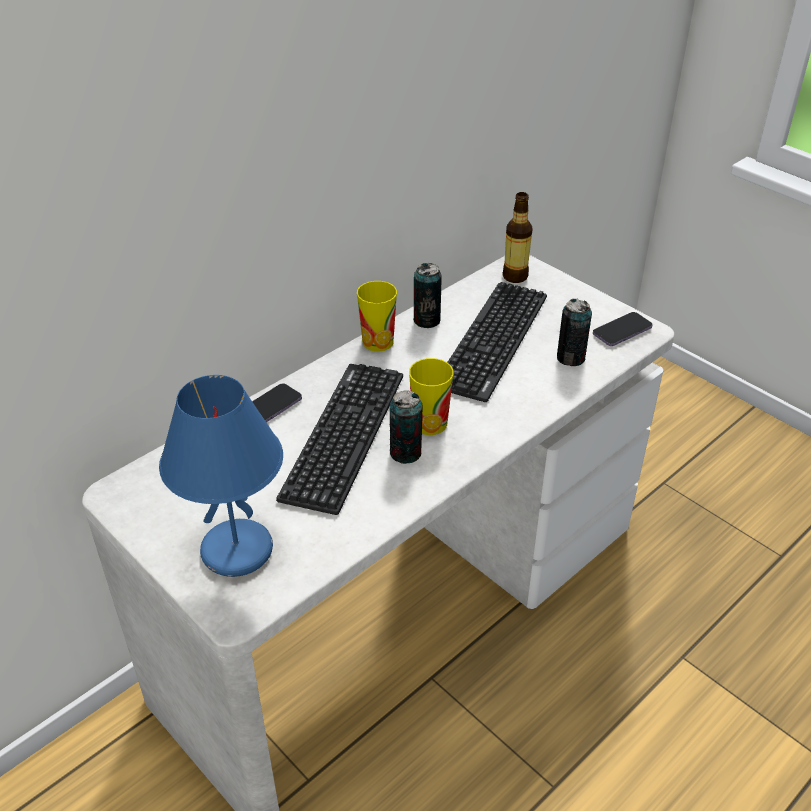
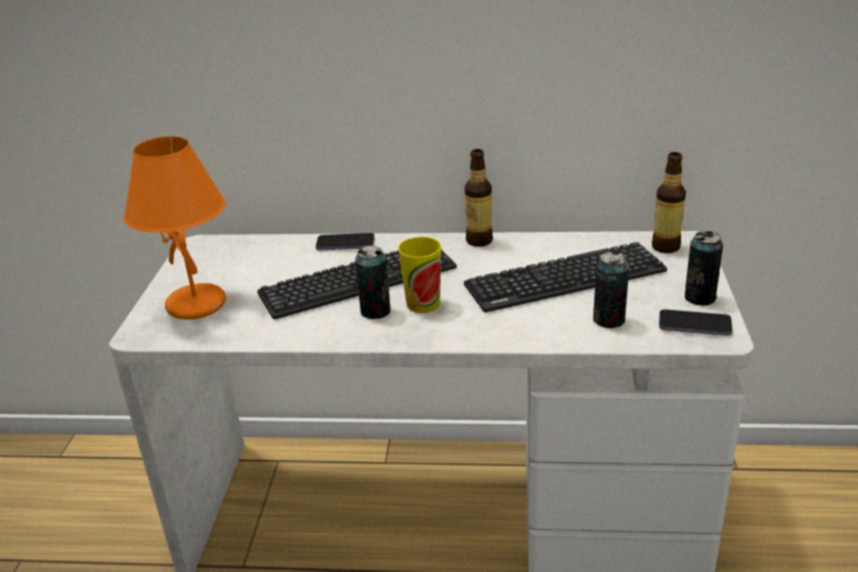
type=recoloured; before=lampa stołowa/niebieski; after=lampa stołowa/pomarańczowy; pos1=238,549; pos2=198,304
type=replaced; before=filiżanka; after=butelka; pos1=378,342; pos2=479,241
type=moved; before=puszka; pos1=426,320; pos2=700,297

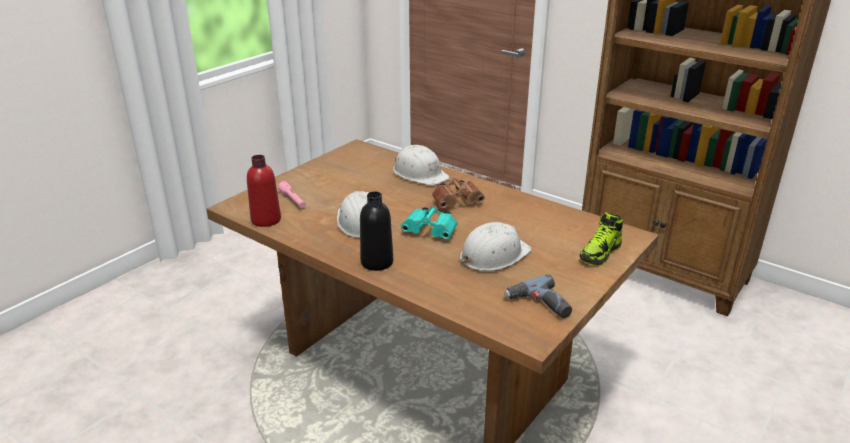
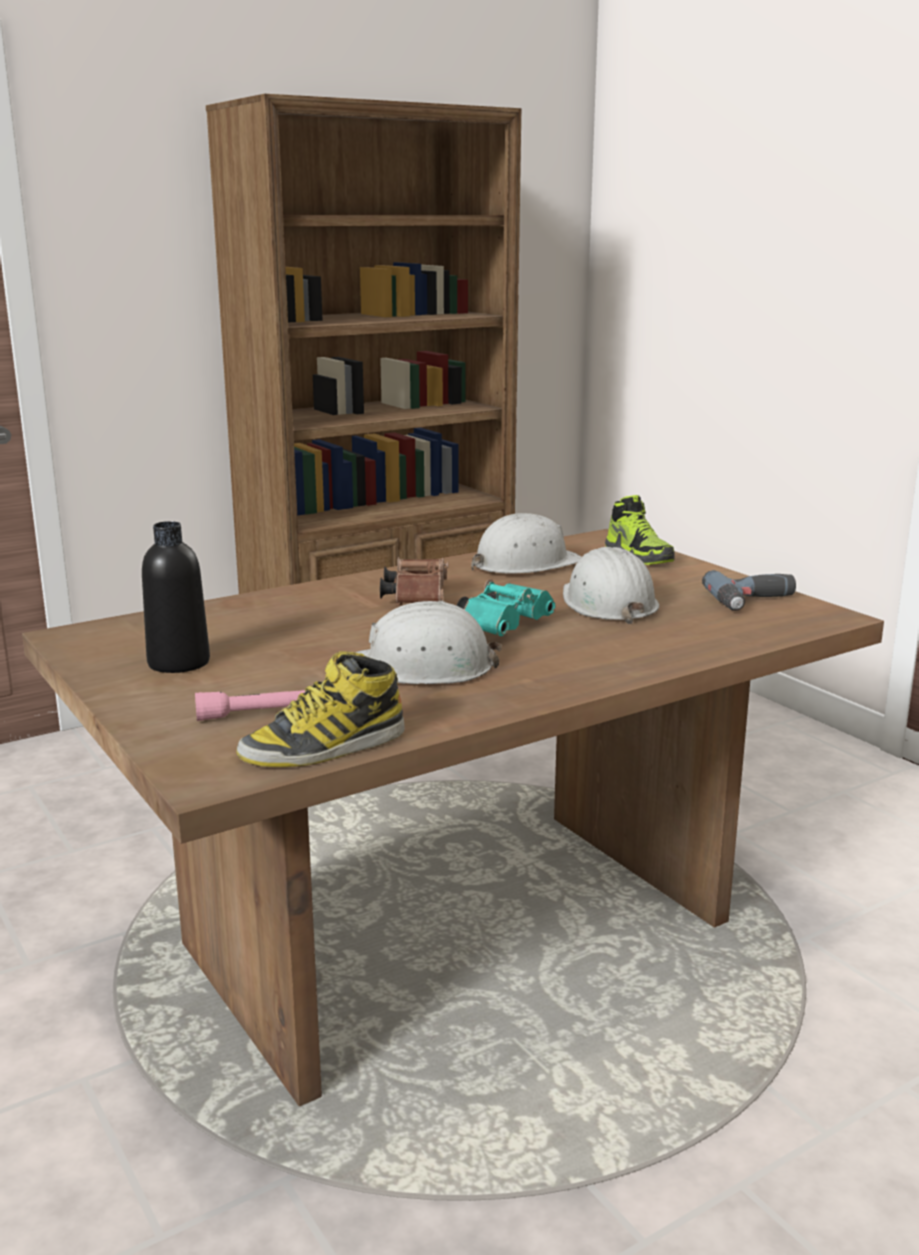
type=moved; before=butelka/czarny; pos1=377,262; pos2=179,663
type=replaced; before=butelka/czerwony; after=but z cholewką; pos1=266,220; pos2=324,747
type=moved; before=kask/biały; pos1=420,173; pos2=525,564

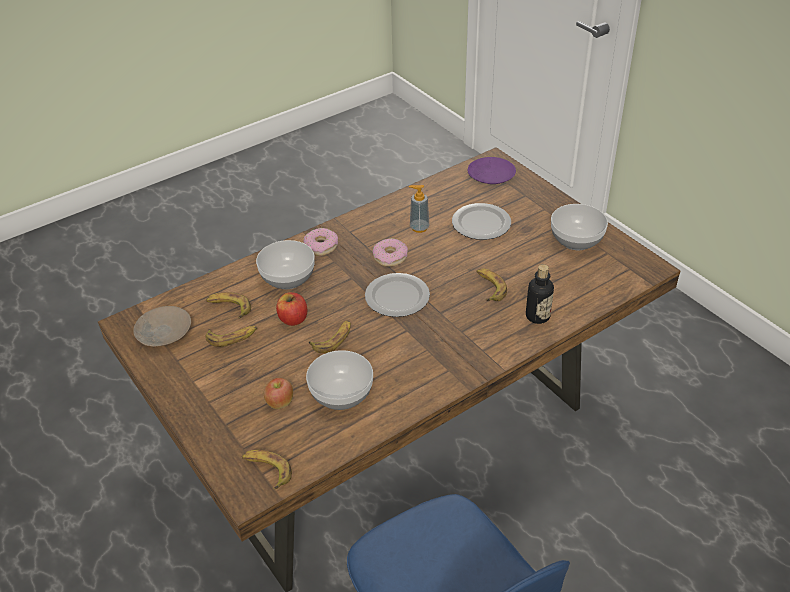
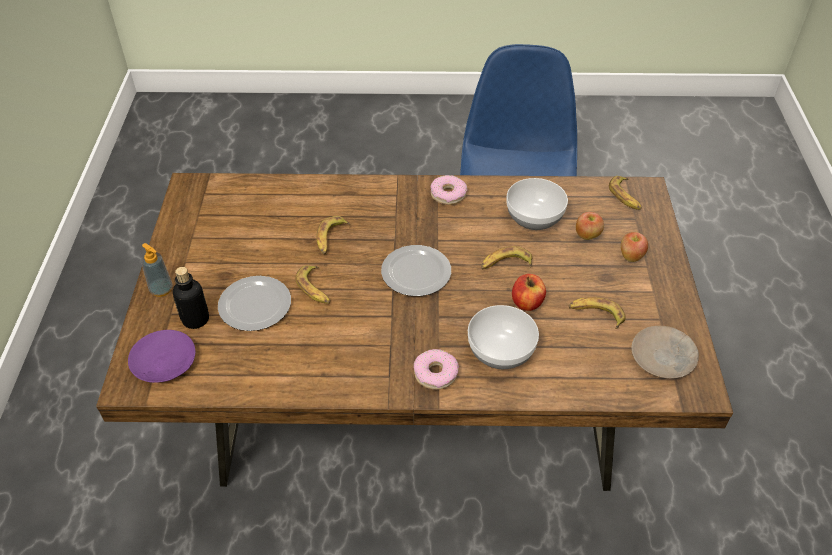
type=moved; before=dozownik mydła; pos1=419,228; pos2=161,289
type=moved; before=butelka; pos1=537,316; pos2=195,319
type=moved; before=banan; pos1=229,307; pos2=315,289
type=moved; before=donut; pos1=390,257; pos2=448,194
type=added; after=jabłko; pos2=630,256
type=removed; before=miska; pos1=576,240

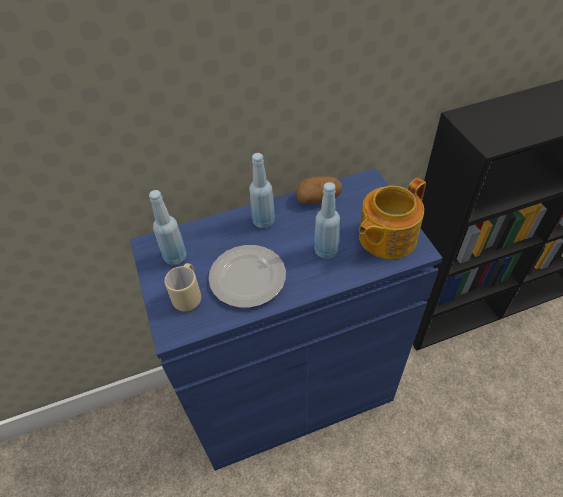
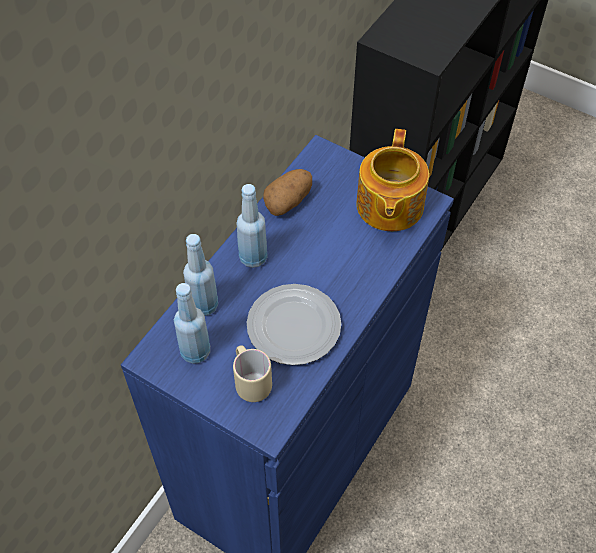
type=moved; before=butelka/niebieski; pos1=326,250; pos2=203,305

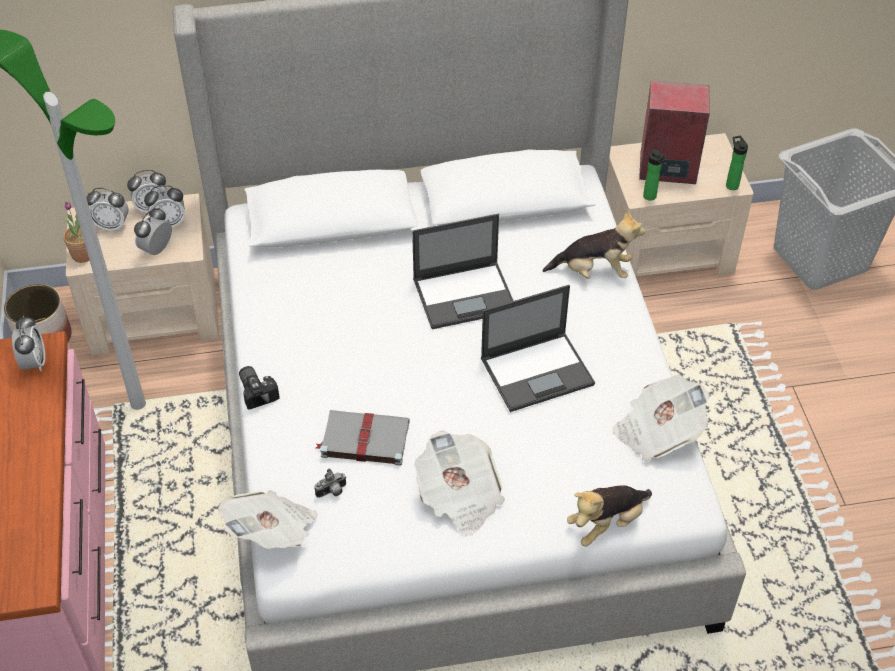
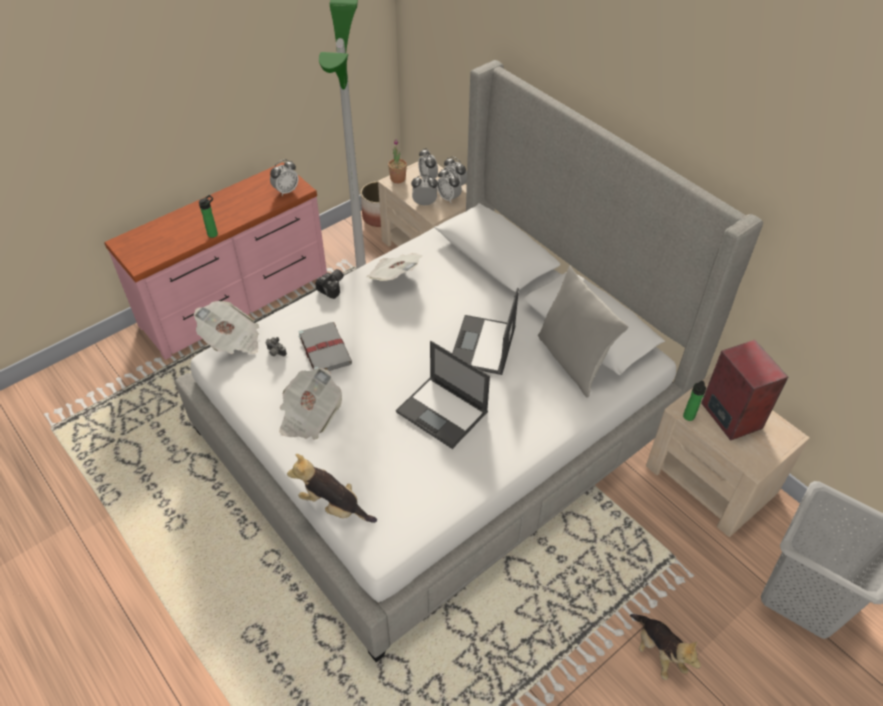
type=moved; before=butelka; pos1=731,184; pos2=214,233
type=moved; before=gazeta; pos1=657,432; pos2=394,277
type=turned; before=laptop; pos1=465,295; pos2=483,346; turn=60
type=added; after=poduszka/szary; pos2=573,361
type=moved; before=pluszak; pos1=594,271; pos2=658,652

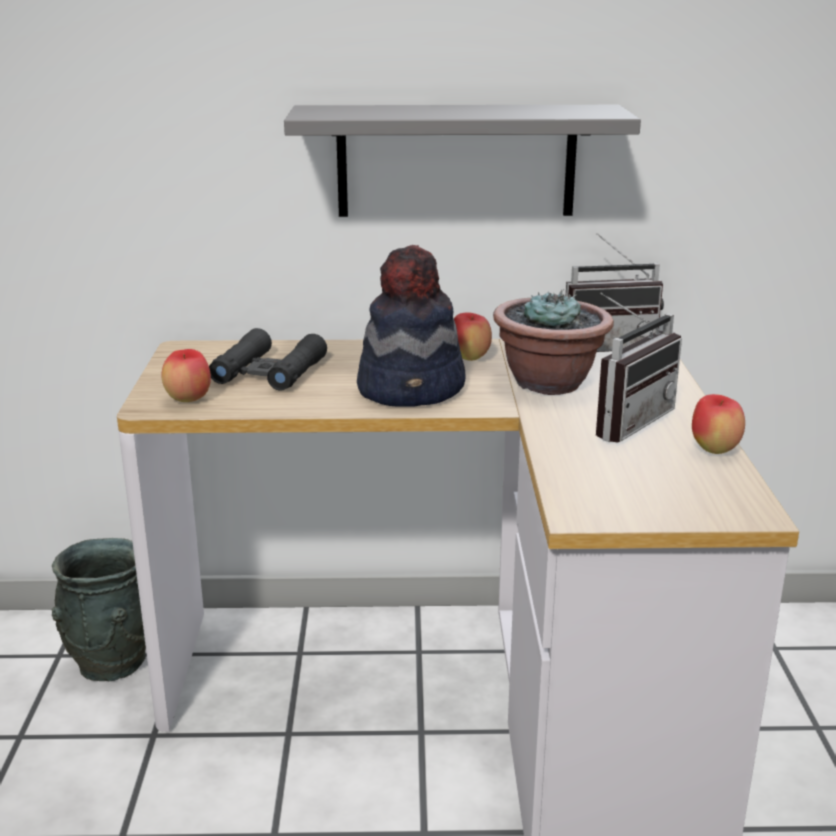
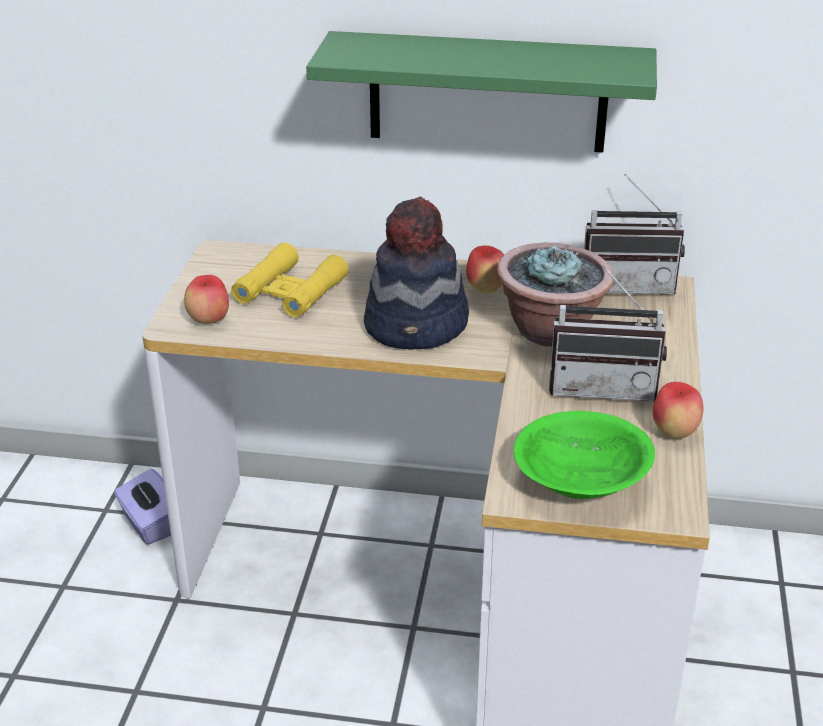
type=replaced; before=wazon/szary; after=pudełko chusteczek/fioletowy; pos1=112,663; pos2=150,524
type=recoloured; before=lornetka/czarny; after=lornetka/żółty; pos1=269,372; pos2=290,291
type=recoloured; before=półka/szary; after=półka/zielony; pos1=456,161; pos2=487,92
type=added; after=miska/zielony; pos2=581,482
type=turned; before=radio; pos1=624,421; pos2=603,387; turn=45

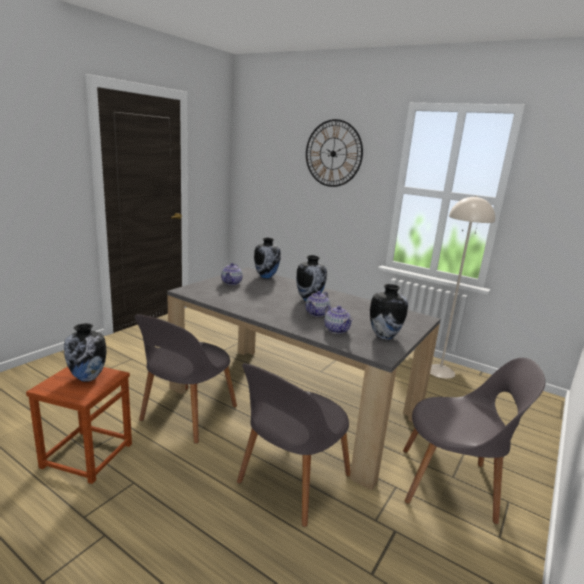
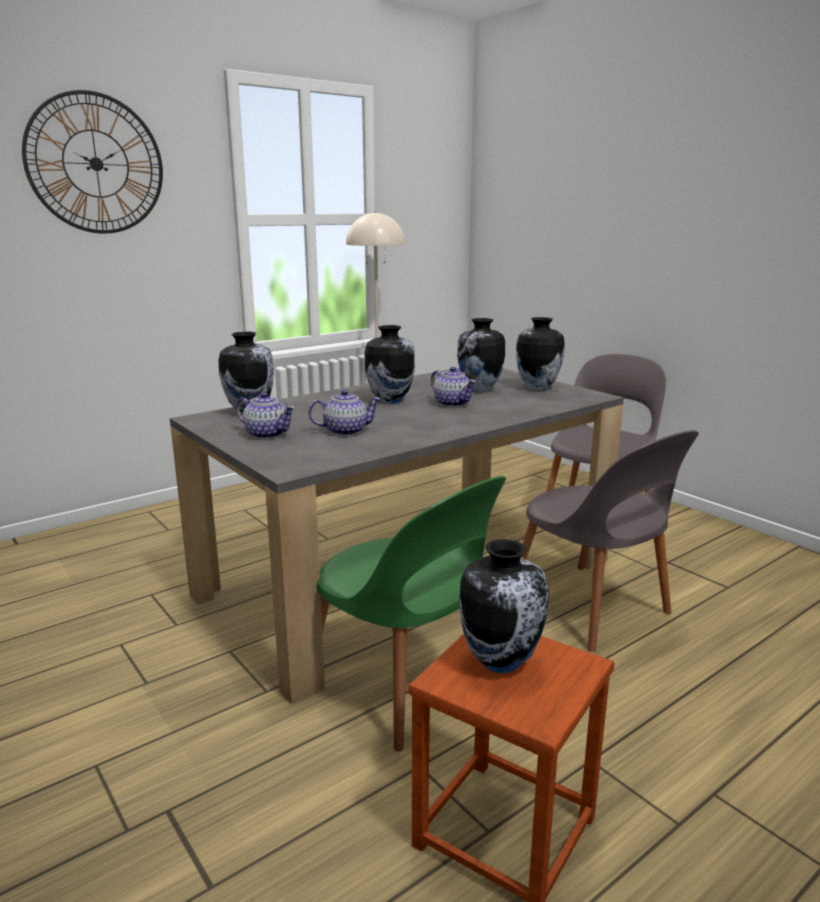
type=moved; before=imbryk; pos1=336,329; pos2=345,431
type=recoloured; before=krzesło/szary; after=krzesło/zielony; pos1=187,415; pos2=404,686
type=added; after=wazon; pos2=479,389

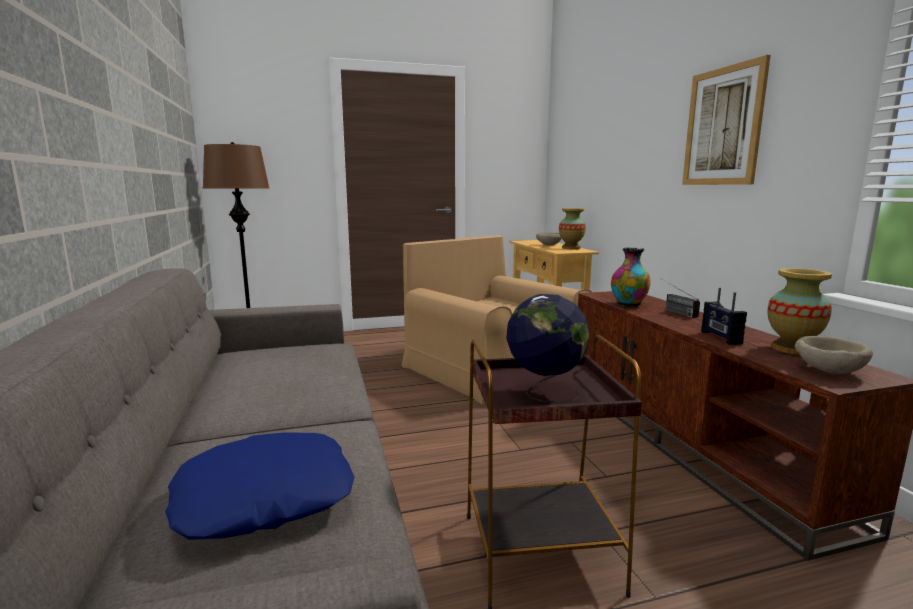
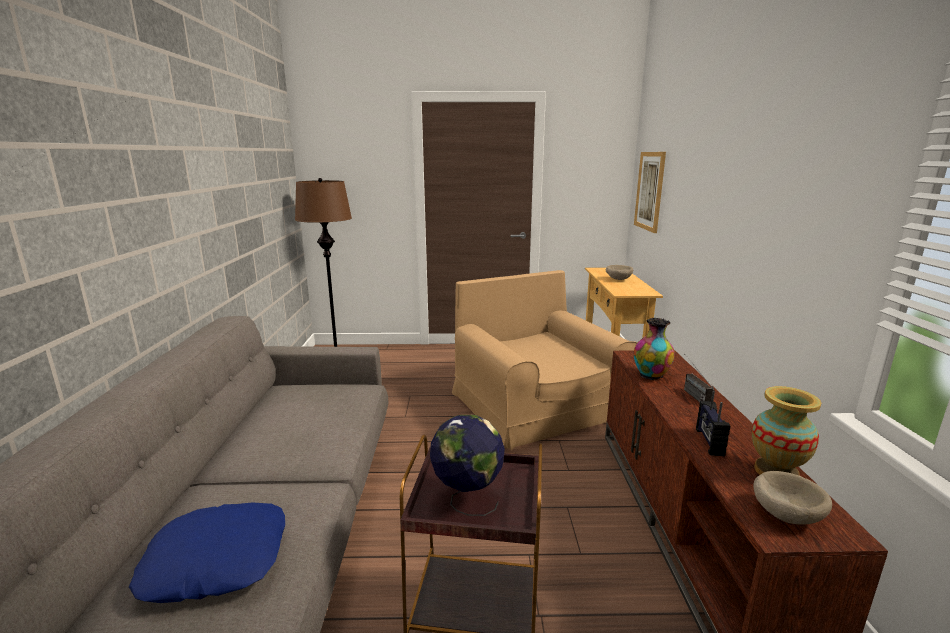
type=moved; before=obraz; pos1=723,127; pos2=649,191
type=removed; before=wazon; pos1=570,248

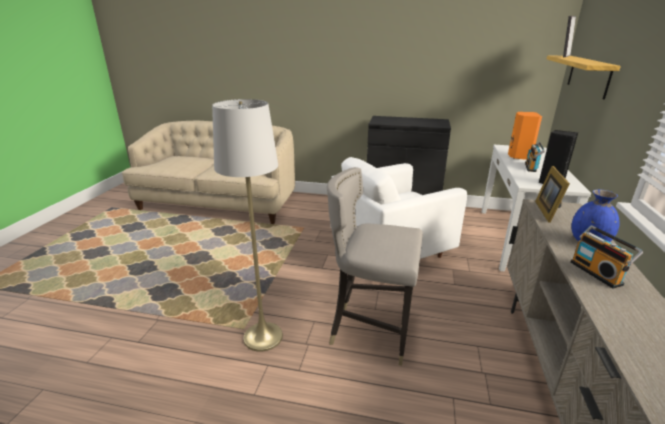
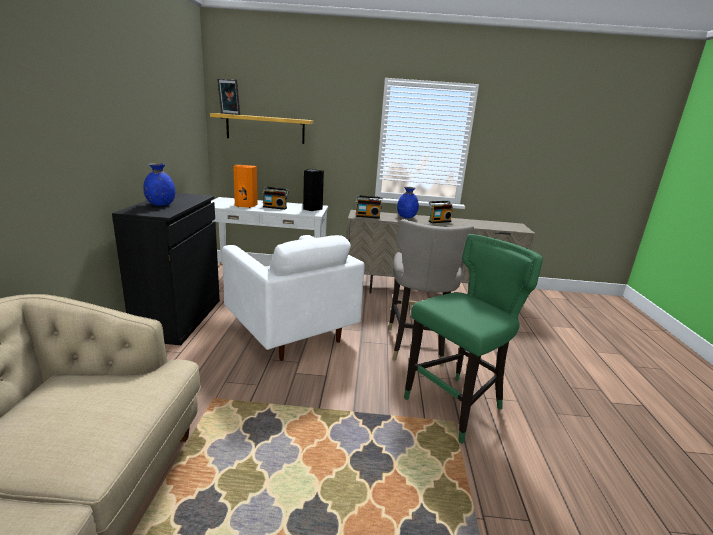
type=added; after=wazon/niebieski; pos2=160,204
type=replaced; before=ramka na zdjęcie; after=radio; pos1=548,211; pos2=368,216
type=replaced; before=lampa stojąca/szary; after=stołek/zielony; pos1=263,336; pos2=456,406

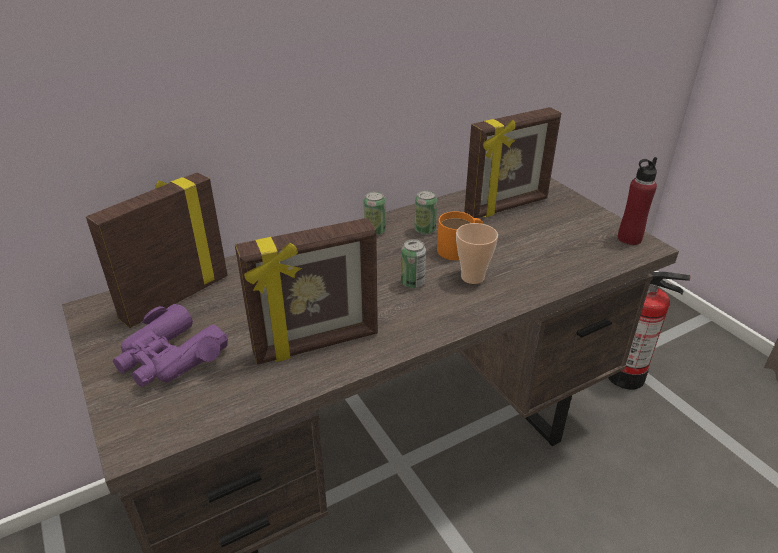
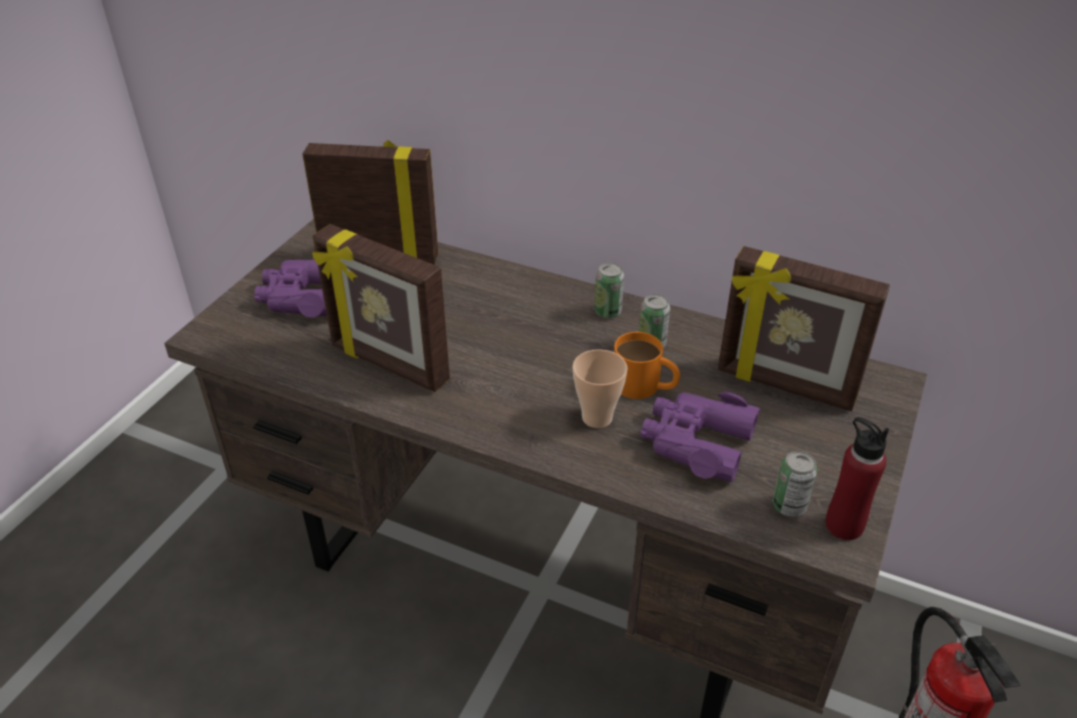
type=added; after=lornetka/fioletowy; pos2=696,442
type=moved; before=puszka; pos1=412,283; pos2=789,506

